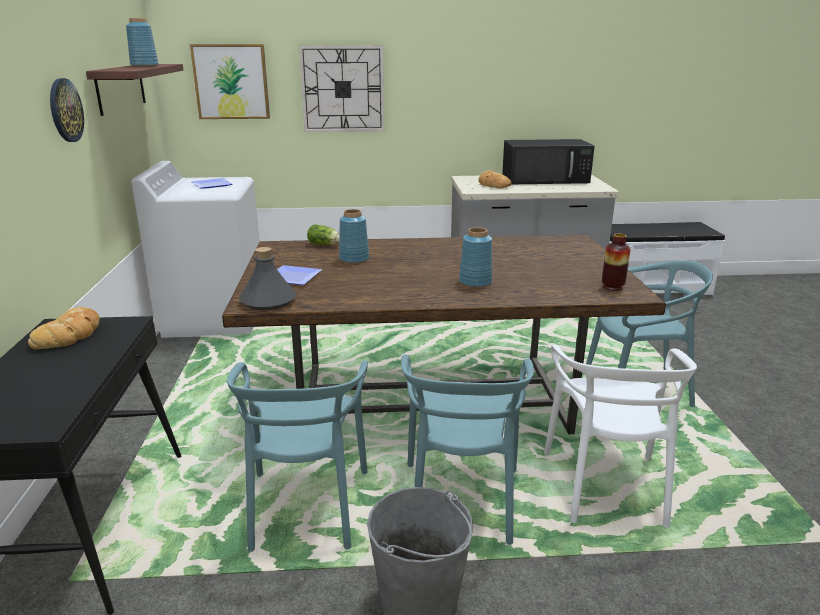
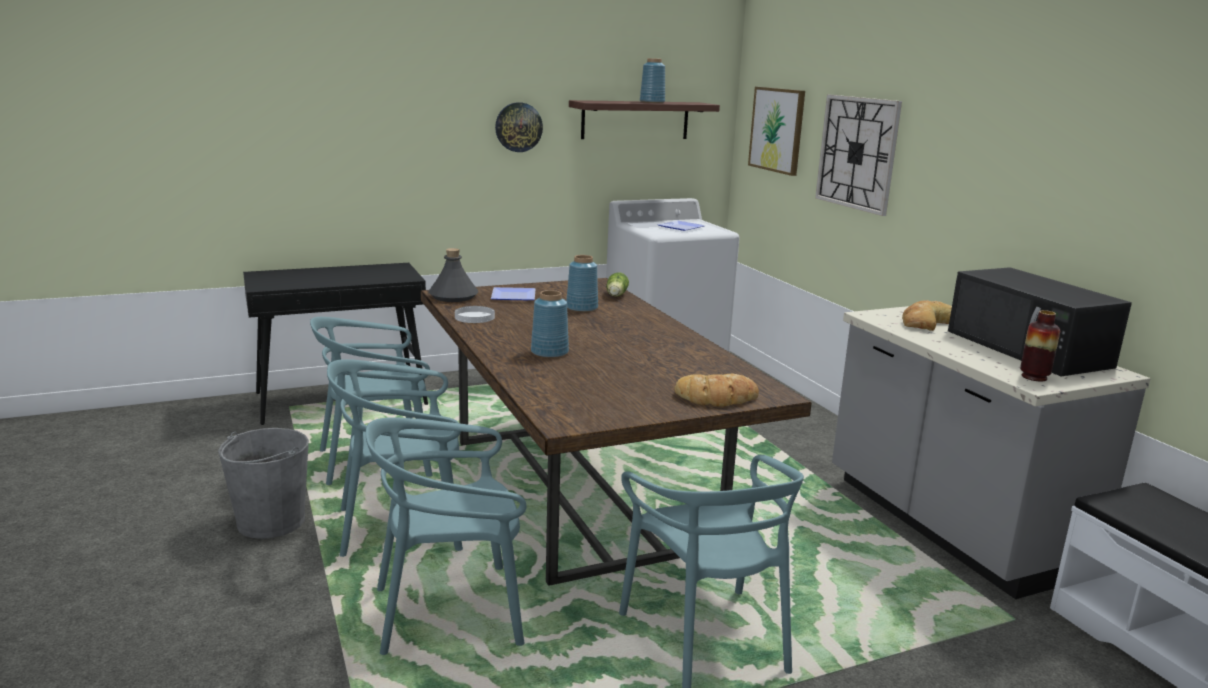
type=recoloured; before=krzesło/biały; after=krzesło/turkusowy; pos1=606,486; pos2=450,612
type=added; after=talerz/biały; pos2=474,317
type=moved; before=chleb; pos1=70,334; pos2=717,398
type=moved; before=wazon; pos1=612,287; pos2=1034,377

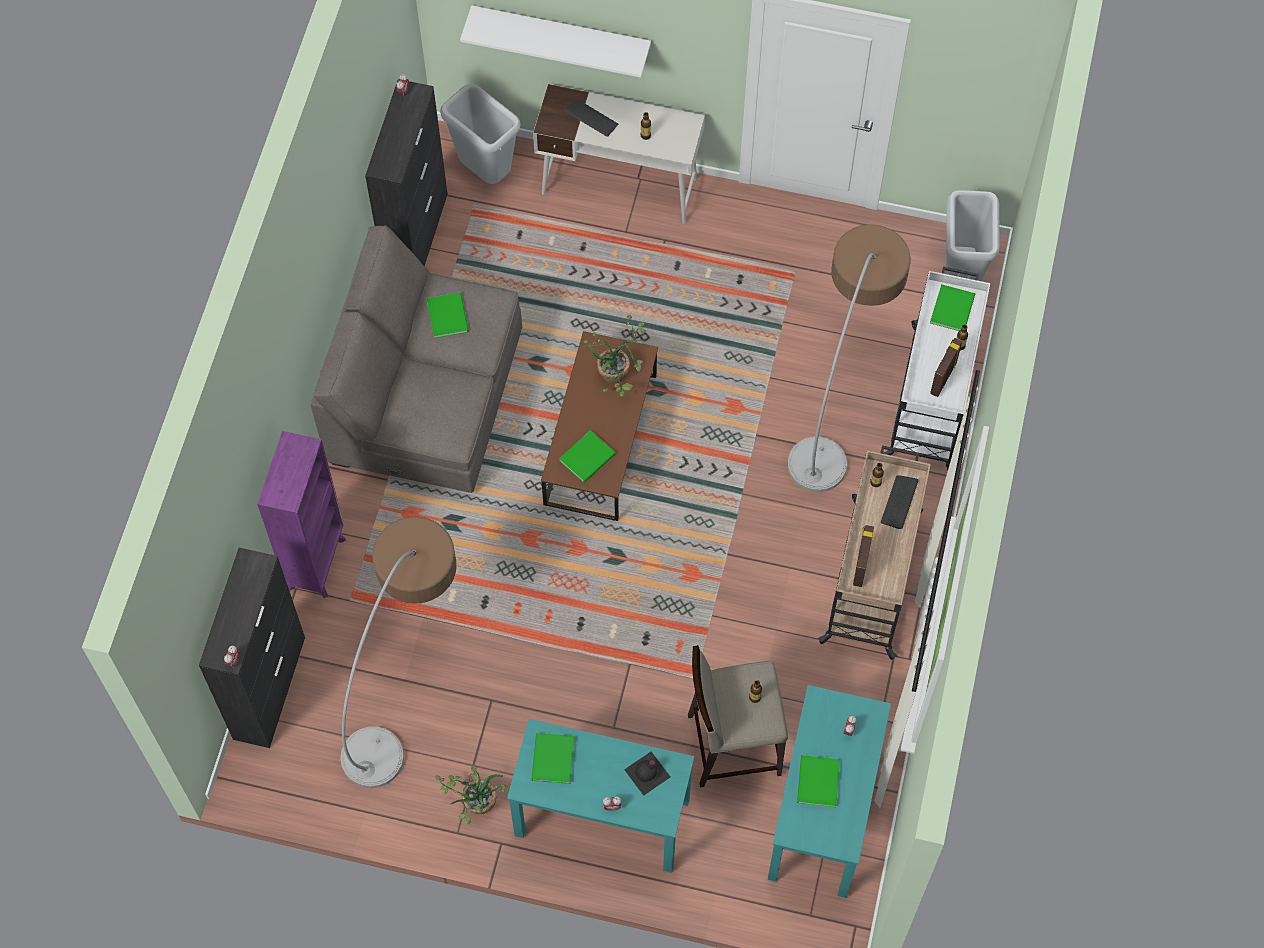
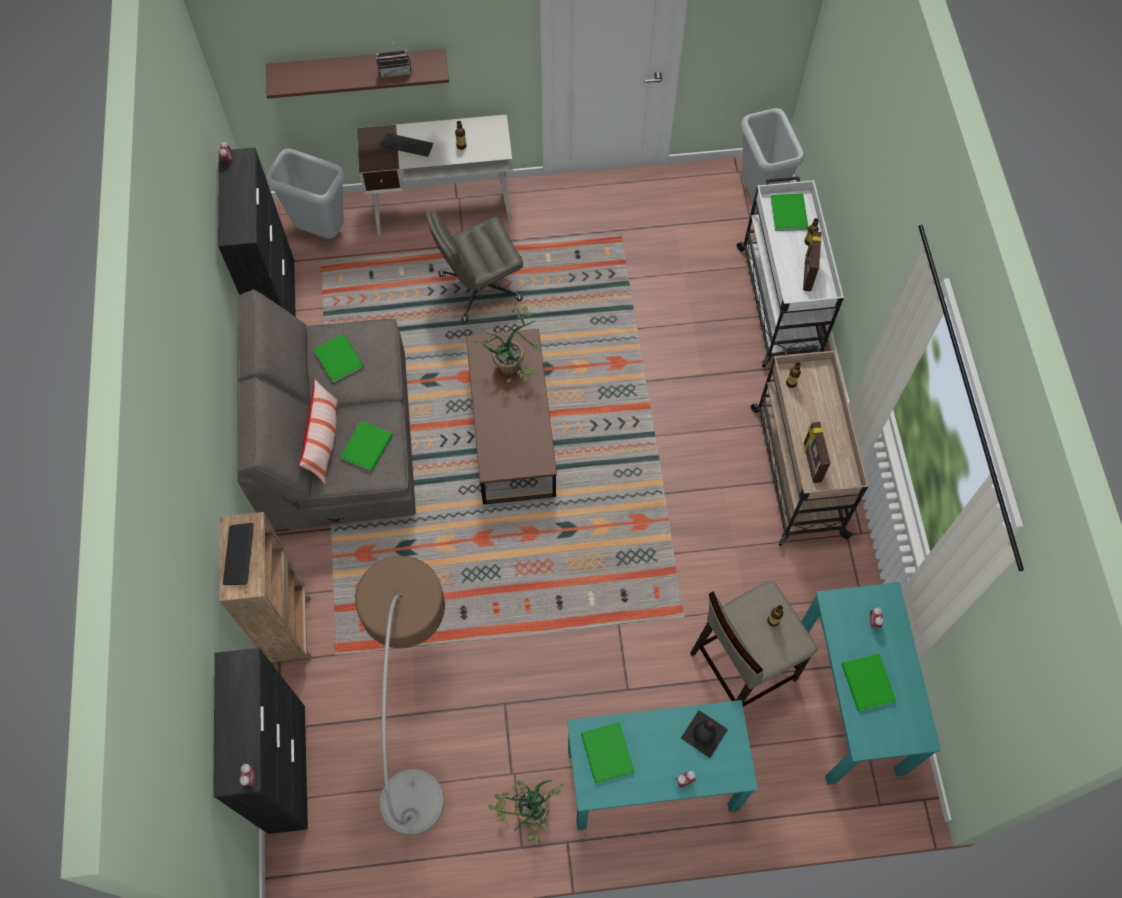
type=recoloured; before=regał/fioletowy; after=regał/brązowy; pos1=317,562; pos2=291,628
type=moved; before=klawiatura; pos1=899,502; pos2=238,555
type=recoloured; before=półka/biały; after=półka/brązowy; pos1=561,33; pos2=358,68
type=added; after=poduszka; pos2=324,440
type=moved; before=książka/zielony; pos1=589,457; pos2=368,446
type=added; after=radio; pos2=395,70
type=added; after=krzesło biurowe/szary; pos2=479,288
type=removed; before=lampa stojąca; pos1=839,396

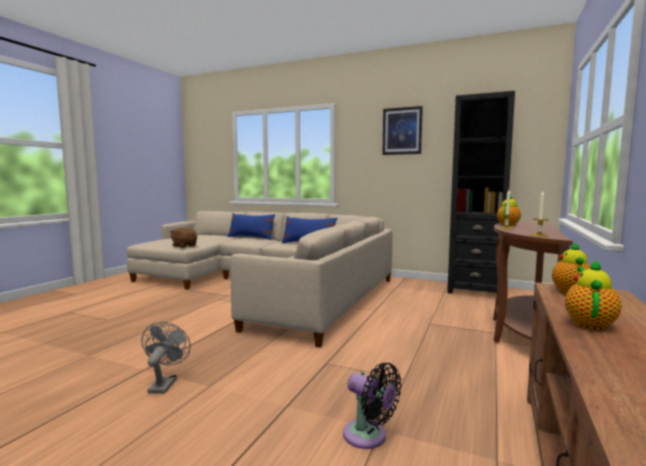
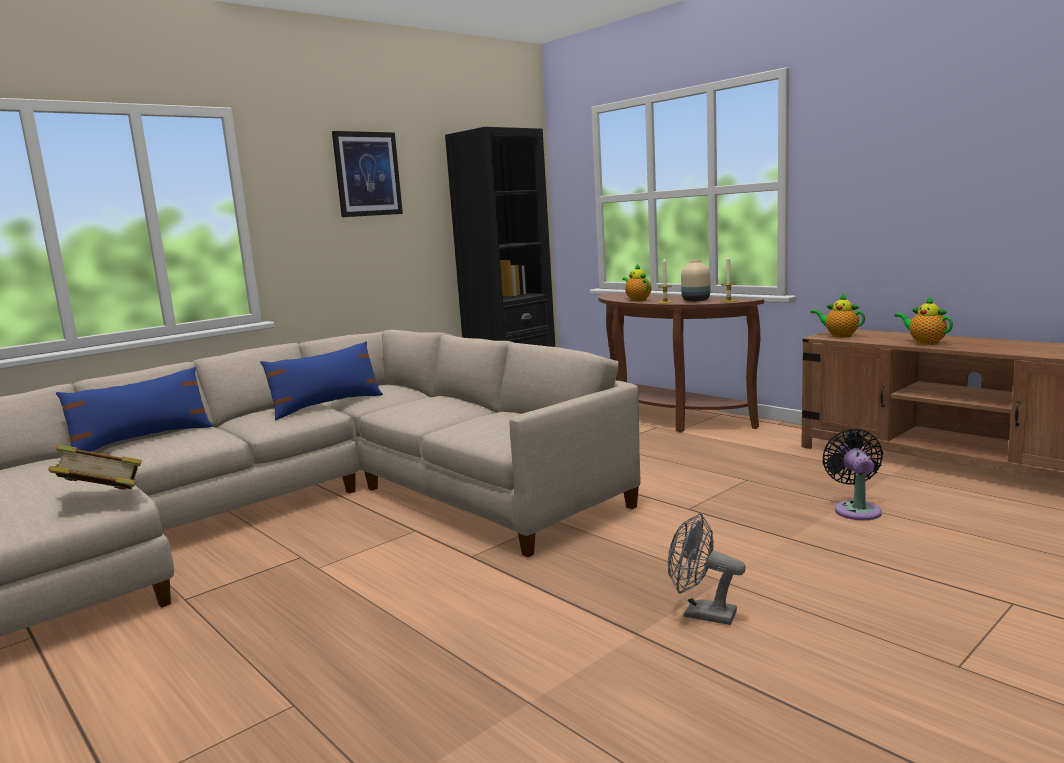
type=replaced; before=pluszak/brązowy; after=książka; pos1=184,246; pos2=101,500
type=added; after=wazon/beżowy; pos2=695,300
type=turned; before=wentylator/czarny; pos1=368,436; pos2=856,509; turn=-60

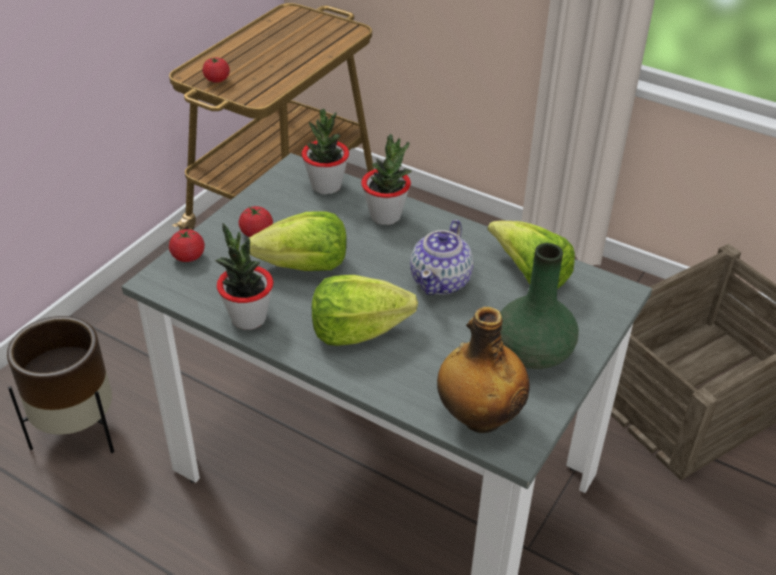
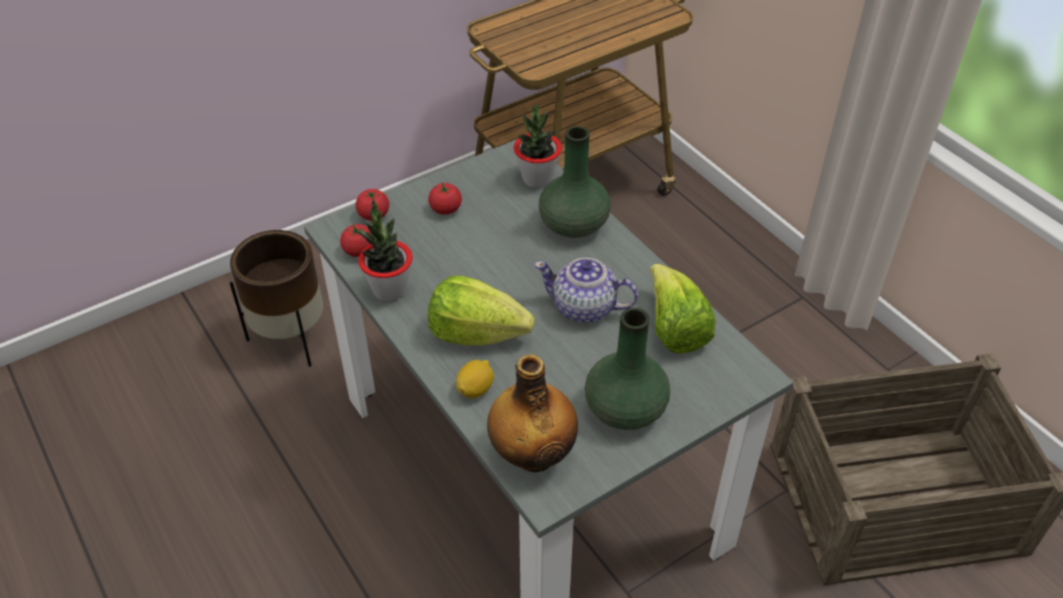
type=moved; before=pomidor; pos1=217,80; pos2=359,251
type=added; after=cytryna; pos2=475,389
type=turned; before=imbryk; pos1=441,281; pos2=584,308; turn=60
type=replaced; before=roślina doniczkowa; after=wazon/zielony; pos1=385,216; pos2=574,225
type=removed; before=sałata; pos1=304,266

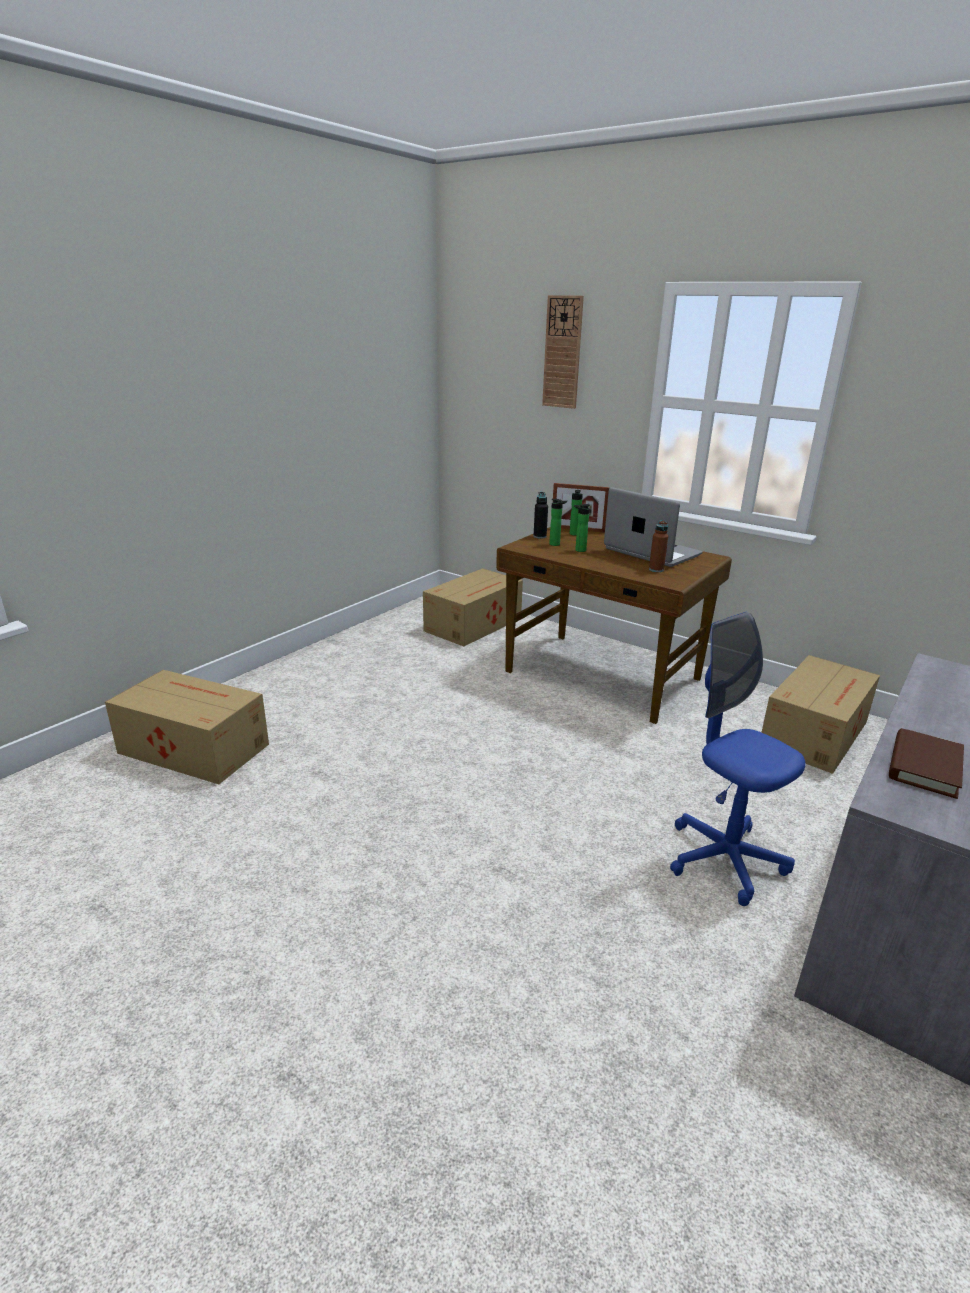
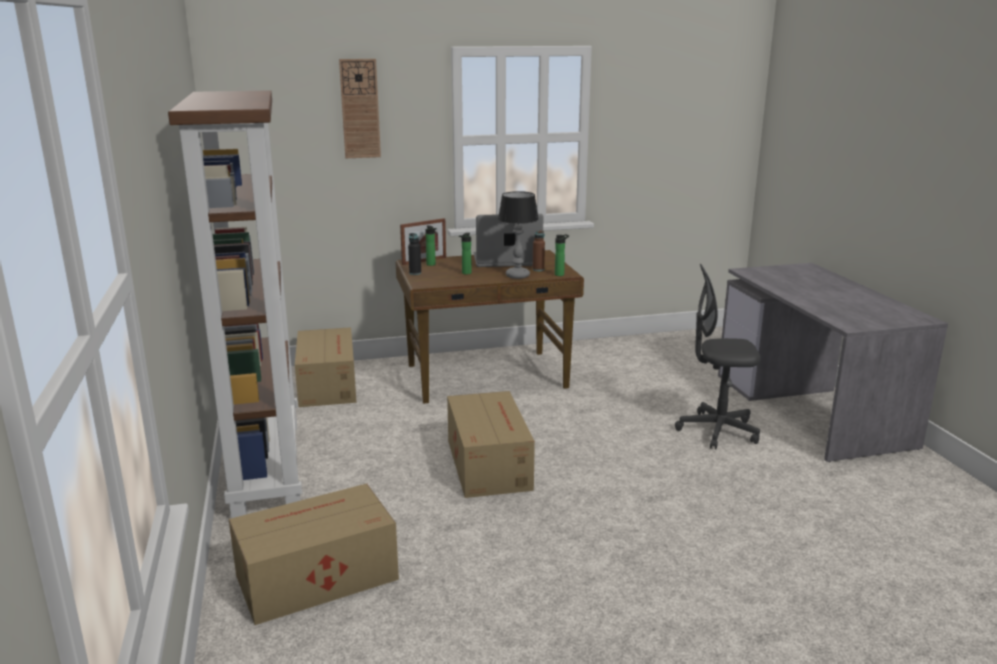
type=added; after=regał/brązowy; pos2=265,466
type=moved; before=karton; pos1=815,733; pos2=489,463
type=added; after=lampa stołowa; pos2=518,276
type=moved; before=butelka; pos1=556,544; pos2=560,274
type=recoloured; before=krzesło biurowe/niebieski; after=krzesło biurowe/szary; pos1=724,860; pos2=717,431
type=removed; before=książka/brązowy; pos1=924,766

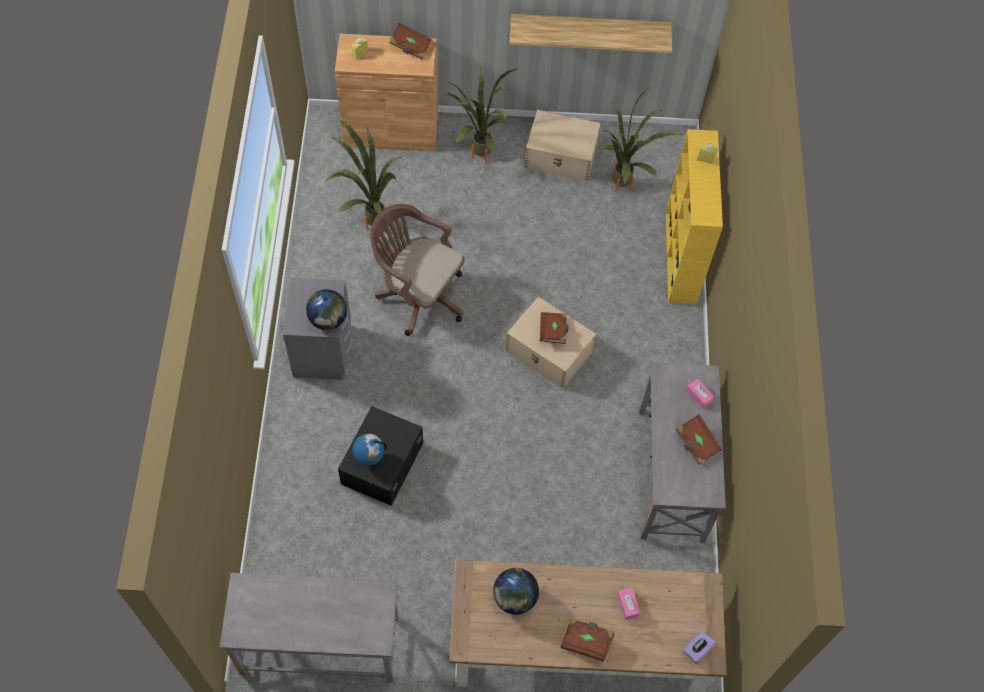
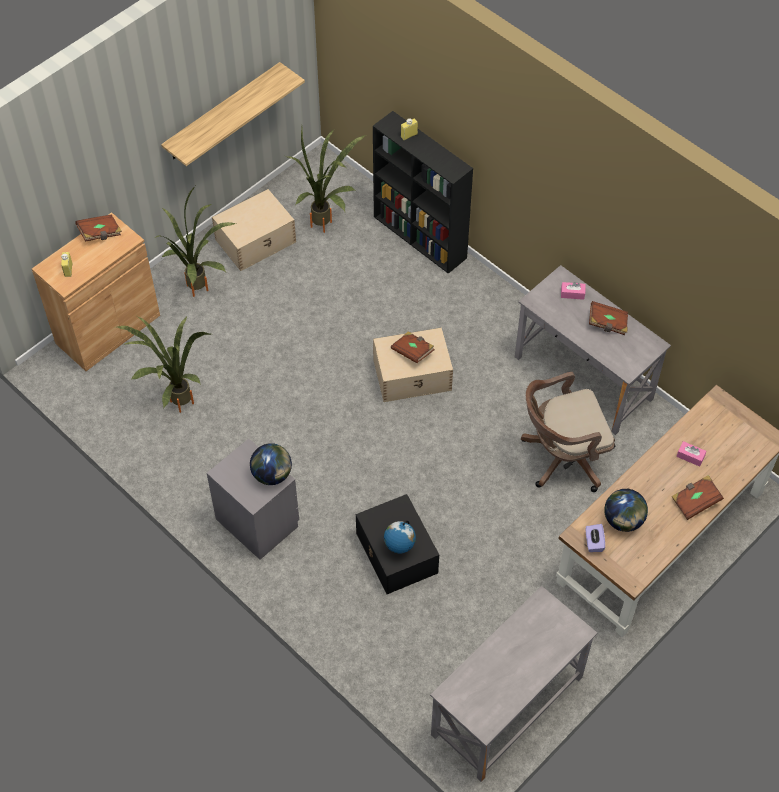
type=recoloured; before=regał/żółty; after=regał/czarny; pos1=681,258; pos2=421,238
type=moved; before=krzesło biurowe/brązowy; pos1=418,295; pos2=562,457
type=moved; before=pudełko chusteczek/fioletowy; pos1=697,650; pos2=593,542

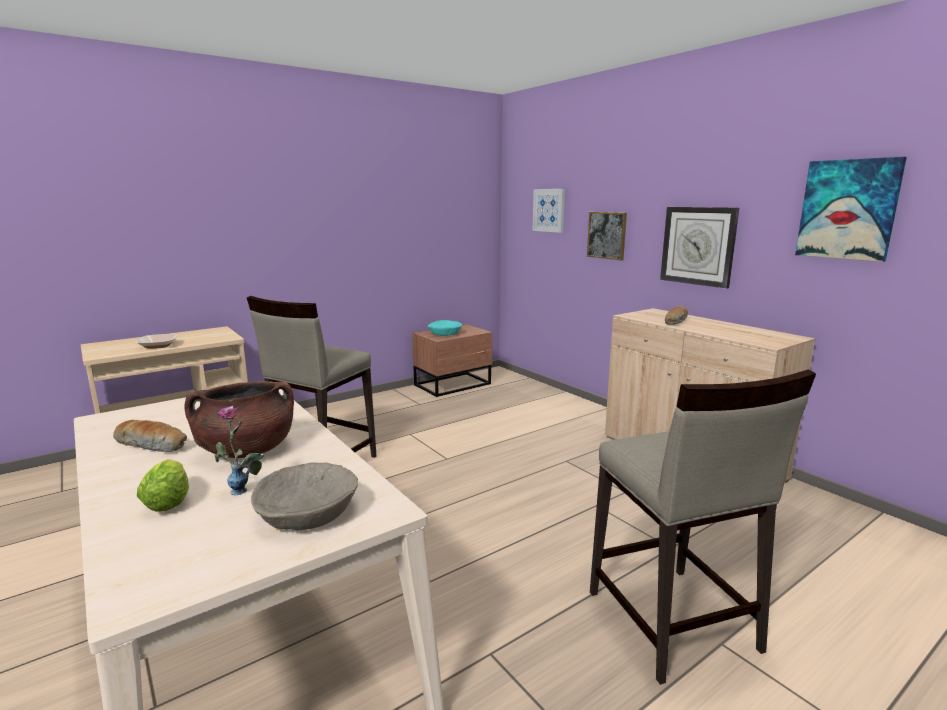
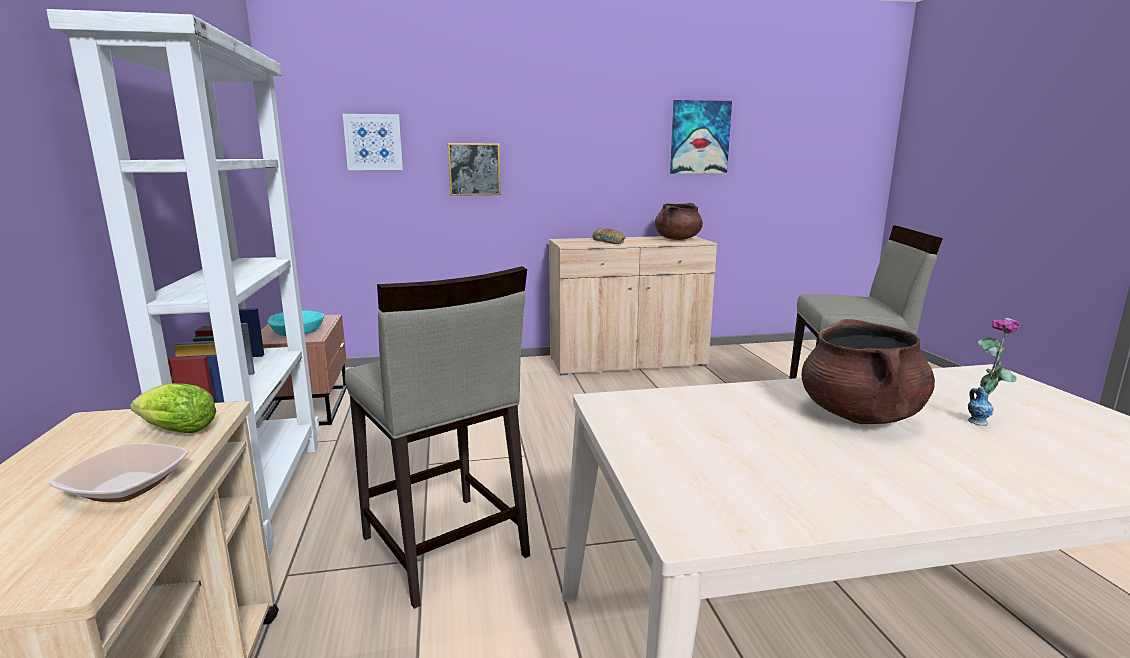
type=added; after=regał/biały; pos2=258,495
type=moved; before=sałata; pos1=169,500; pos2=174,431
type=added; after=garnek/brązowy; pos2=677,239
type=removed; before=chleb; pos1=153,445
type=removed; before=miska/beżowy; pos1=308,513
type=removed; before=zegar ścienny; pos1=698,246

